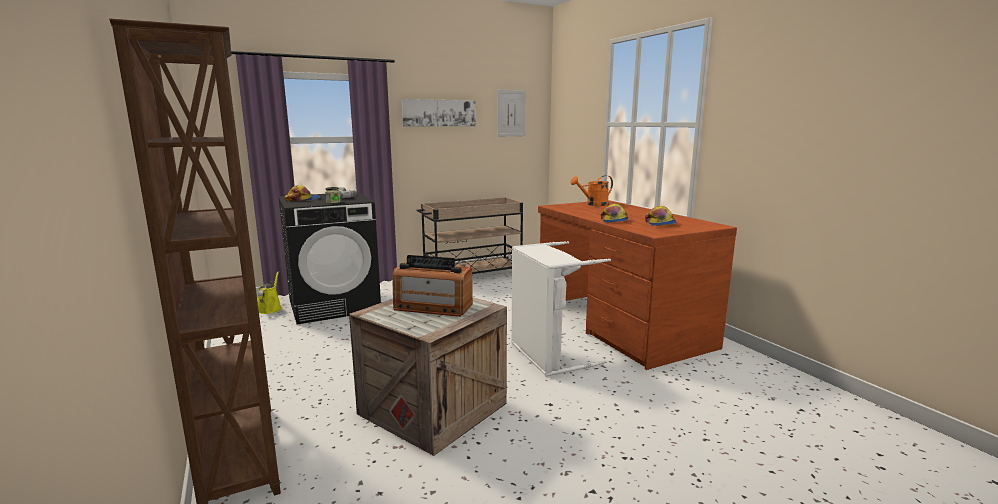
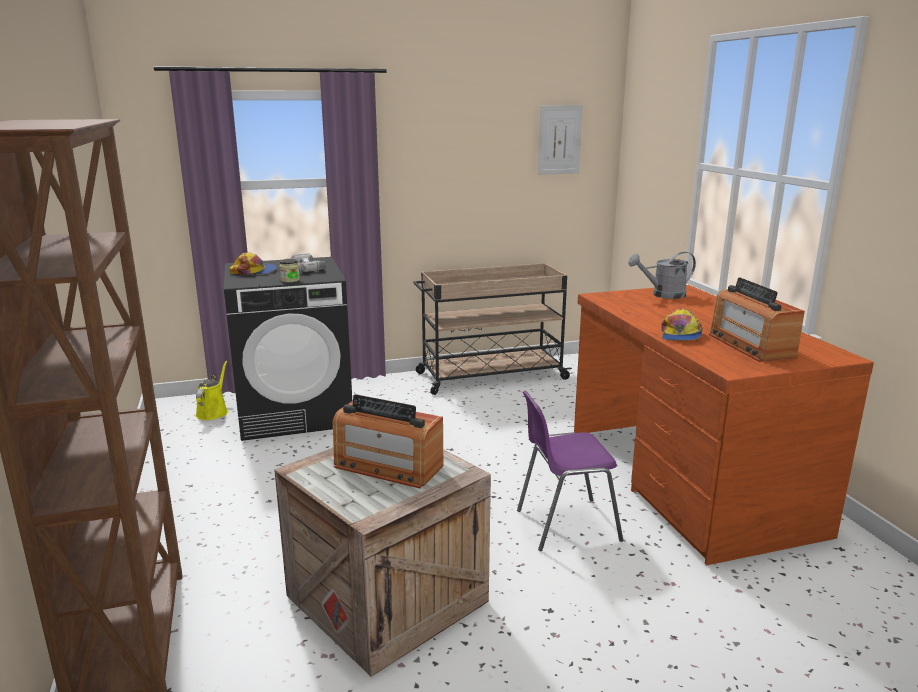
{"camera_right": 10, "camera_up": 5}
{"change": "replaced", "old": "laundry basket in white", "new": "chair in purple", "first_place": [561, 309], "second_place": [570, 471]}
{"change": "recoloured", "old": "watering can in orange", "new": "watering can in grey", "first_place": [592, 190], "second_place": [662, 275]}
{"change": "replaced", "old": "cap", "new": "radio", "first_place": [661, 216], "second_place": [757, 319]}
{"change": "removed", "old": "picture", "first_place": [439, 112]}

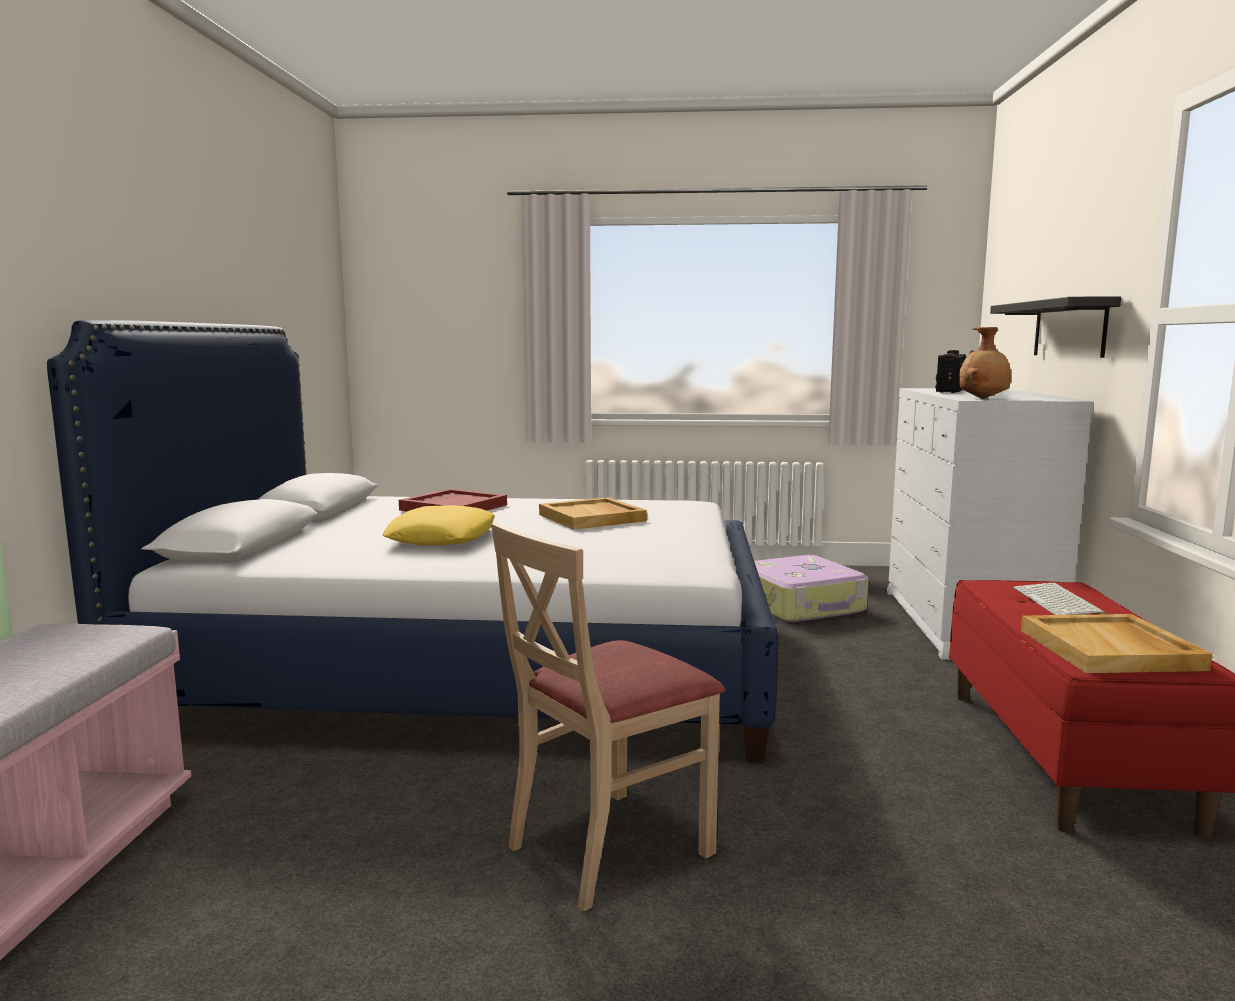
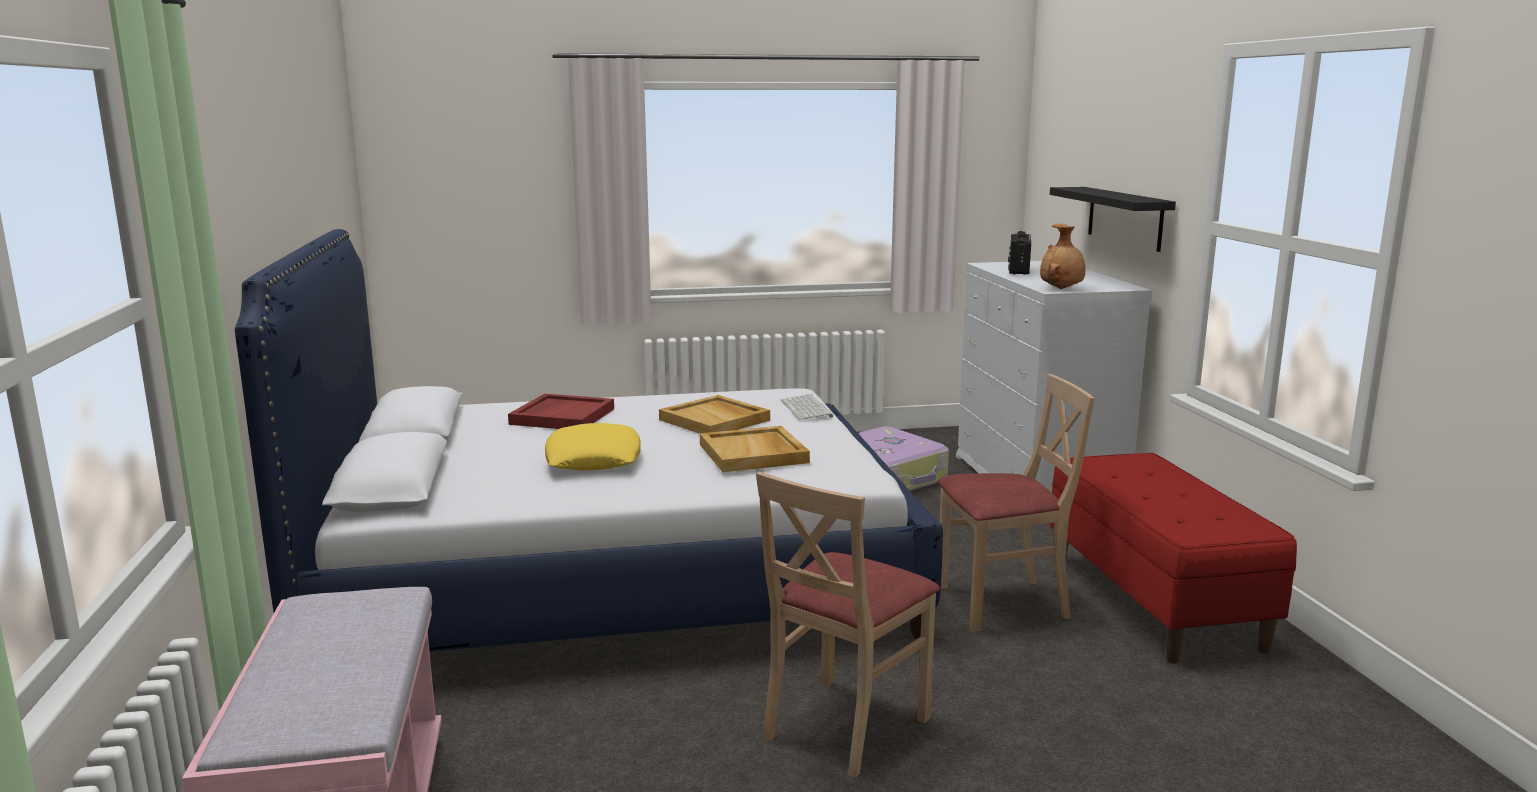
{"camera_right": -15, "camera_up": 5}
{"change": "moved", "old": "tray in beige", "first_place": [1117, 643], "second_place": [755, 449]}
{"change": "moved", "old": "keyboard", "first_place": [1060, 599], "second_place": [807, 407]}
{"change": "added", "new": "chair in beige", "second_place": [1016, 503]}

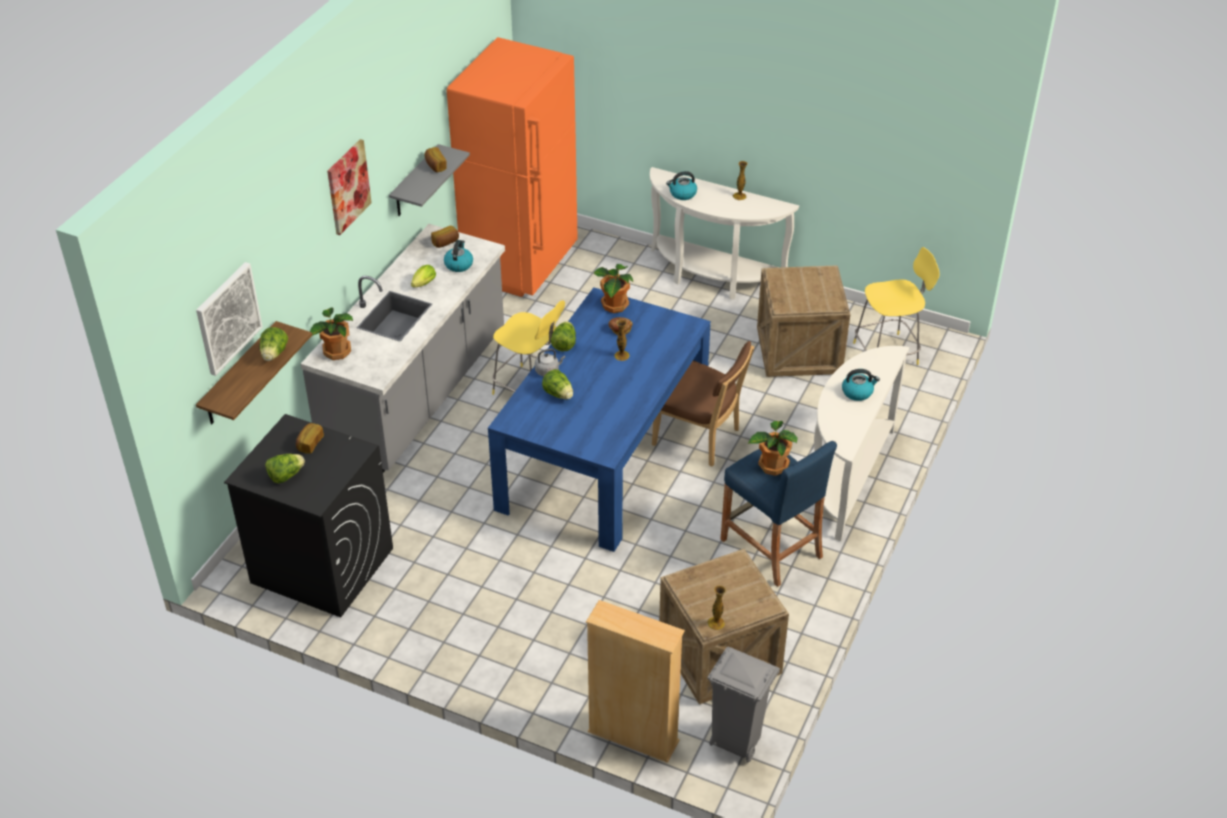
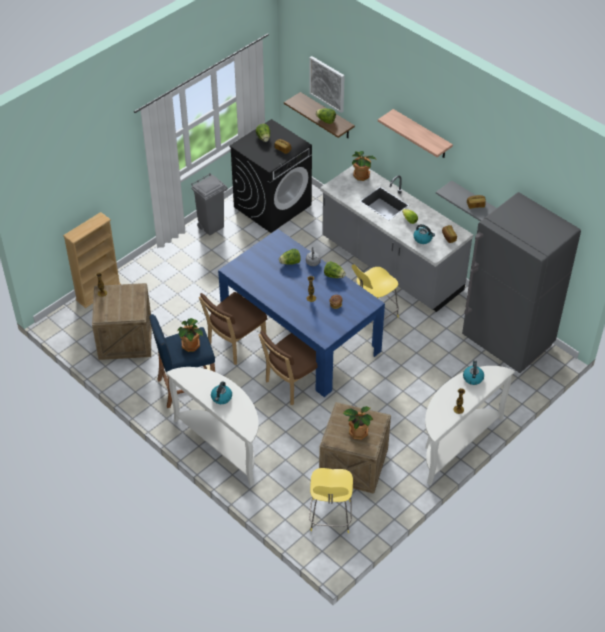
{"camera_right": 110, "camera_up": 5}
{"change": "moved", "old": "trash can in grey", "first_place": [744, 704], "second_place": [209, 204]}
{"change": "added", "new": "chair in brown", "second_place": [233, 328]}
{"change": "moved", "old": "potted plant", "first_place": [613, 288], "second_place": [358, 423]}
{"change": "replaced", "old": "picture", "new": "shelf", "first_place": [349, 187], "second_place": [415, 133]}
{"change": "recoloured", "old": "fridge in orange", "new": "fridge in grey", "first_place": [512, 167], "second_place": [521, 282]}

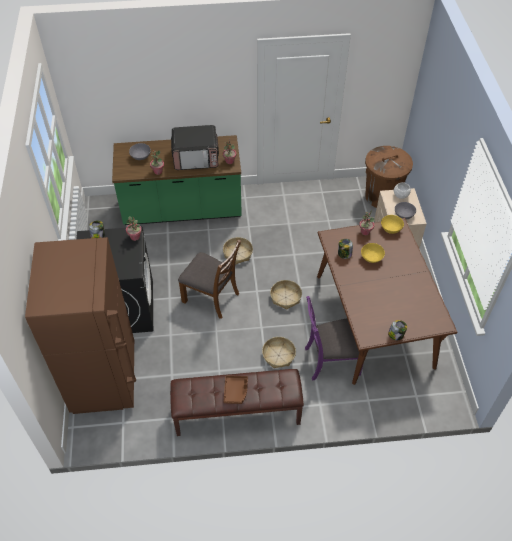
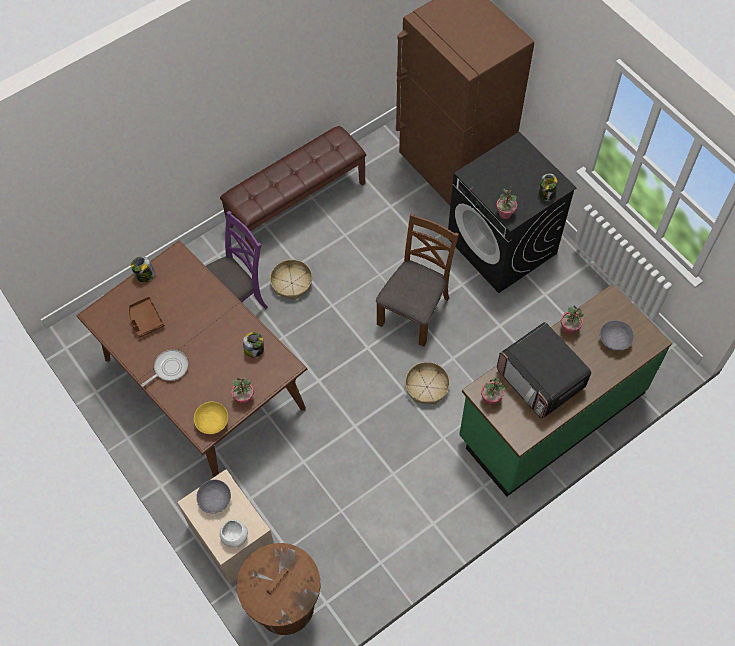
{"camera_right": 150, "camera_up": 10}
{"change": "moved", "old": "tray in brown", "first_place": [236, 390], "second_place": [146, 317]}
{"change": "added", "new": "frying pan", "second_place": [164, 368]}
{"change": "turned", "old": "chair in brown", "first_place": [209, 279], "second_place": [417, 280], "degrees": 120}
{"change": "turned", "old": "microwave", "first_place": [195, 147], "second_place": [544, 370], "degrees": -90}
{"change": "removed", "old": "basket", "first_place": [286, 294]}
{"change": "removed", "old": "bowl in yellow", "first_place": [373, 253]}

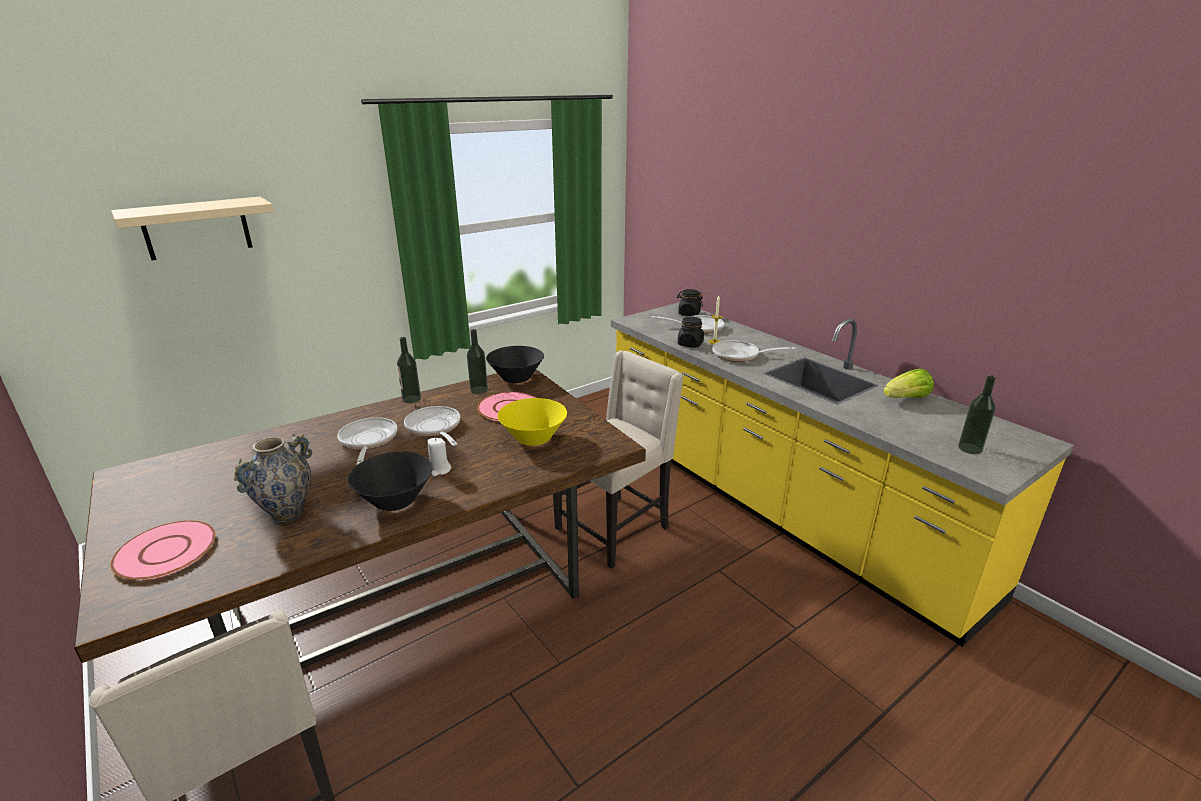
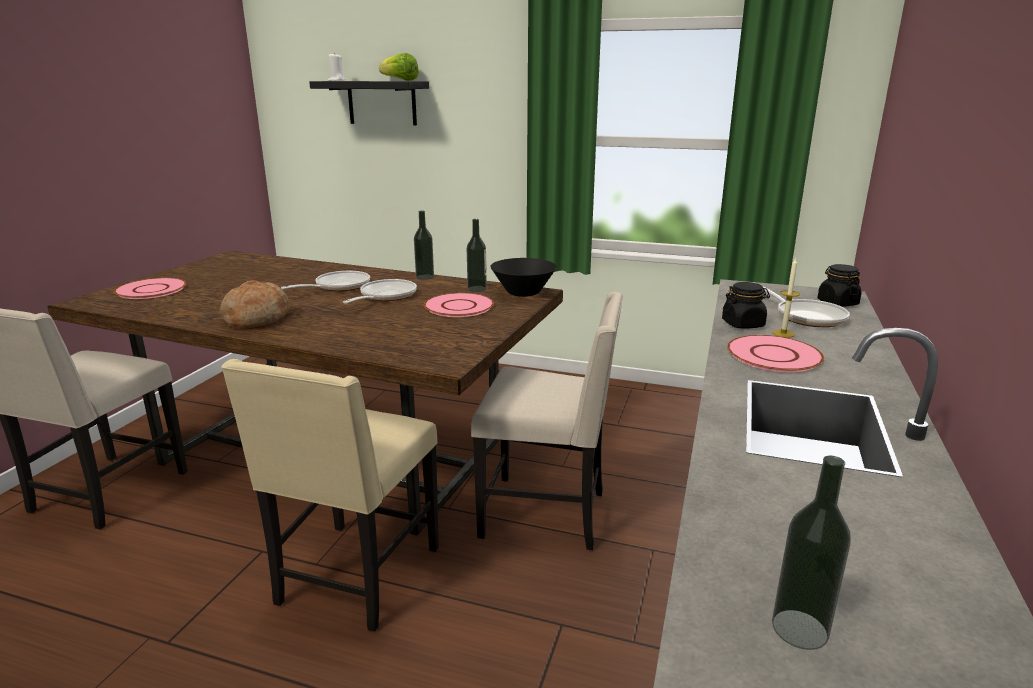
{"camera_right": 55, "camera_up": -5}
{"change": "replaced", "old": "bowl in black", "new": "bread", "first_place": [390, 481], "second_place": [255, 304]}
{"change": "added", "new": "chair in beige", "second_place": [330, 495]}
{"change": "recoloured", "old": "shelf in beige", "new": "shelf in black", "first_place": [192, 228], "second_place": [369, 103]}
{"change": "moved", "old": "candle in white", "first_place": [439, 457], "second_place": [336, 66]}
{"change": "moved", "old": "lettuce", "first_place": [908, 383], "second_place": [399, 67]}
{"change": "replaced", "old": "frying pan", "new": "plate in pink", "first_place": [753, 351], "second_place": [775, 353]}
{"change": "removed", "old": "vase", "first_place": [273, 478]}
{"change": "removed", "old": "bowl in yellow", "first_place": [532, 422]}

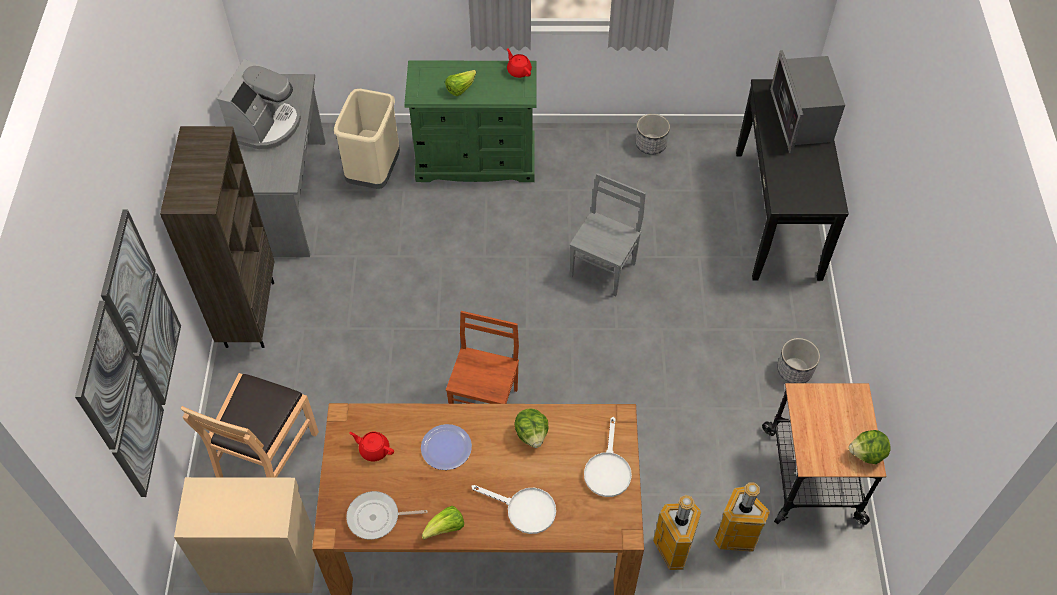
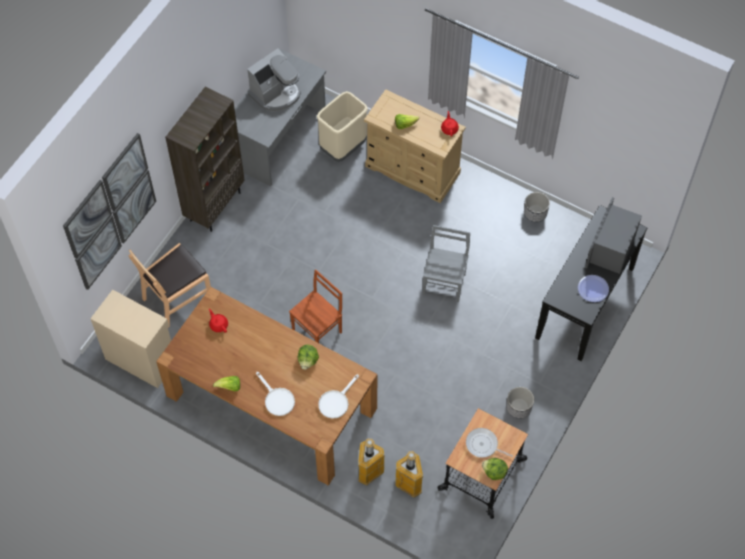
{"camera_right": 30, "camera_up": 5}
{"change": "recoloured", "old": "dresser in green", "new": "dresser in beige", "first_place": [470, 121], "second_place": [415, 146]}
{"change": "turned", "old": "chair in grey", "first_place": [607, 235], "second_place": [446, 263], "degrees": -45}
{"change": "moved", "old": "frying pan", "first_place": [386, 515], "second_place": [489, 443]}
{"change": "moved", "old": "plate", "first_place": [446, 447], "second_place": [593, 288]}

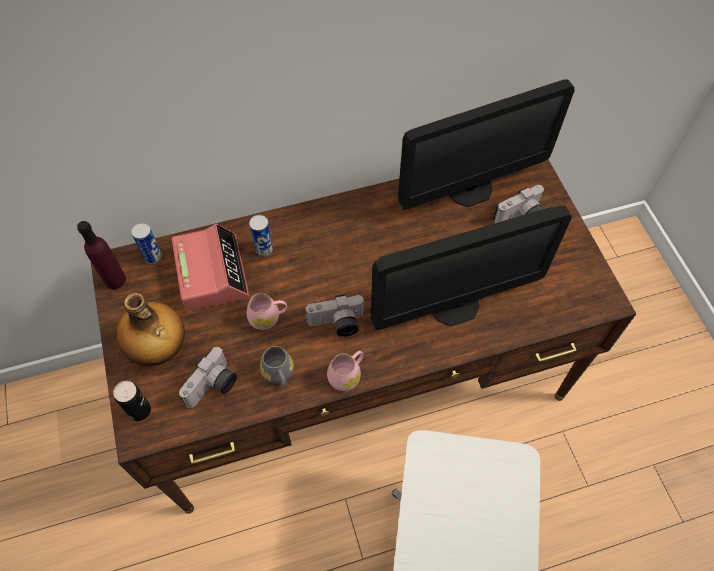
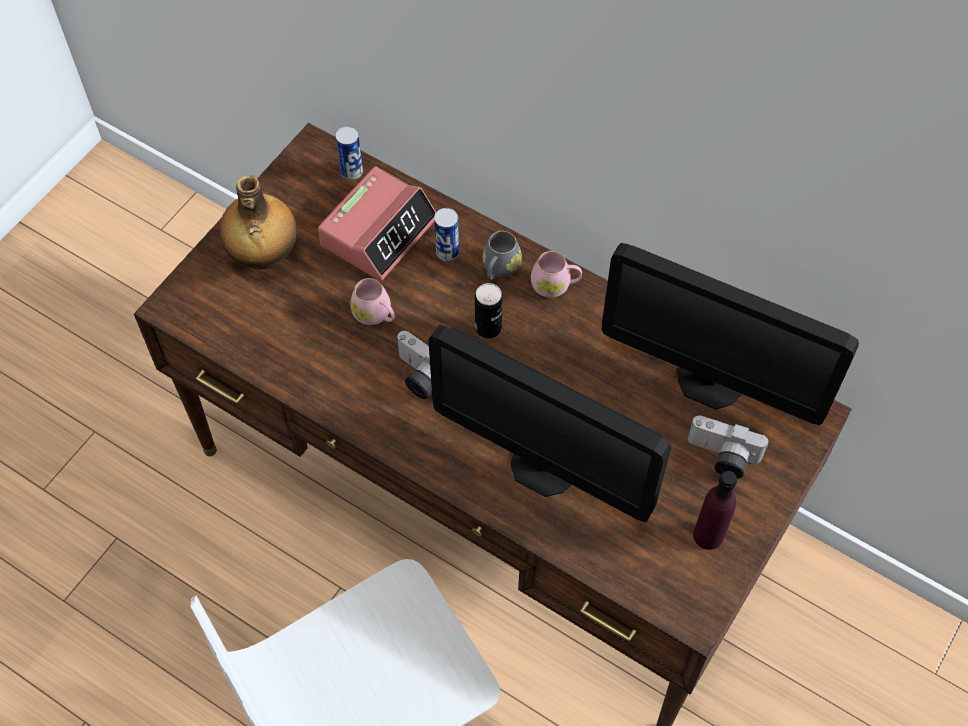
{"camera_right": 50, "camera_up": 0}
{"change": "moved", "old": "can", "first_place": [132, 401], "second_place": [489, 310]}
{"change": "moved", "old": "mug in grey", "first_place": [277, 367], "second_place": [502, 255]}
{"change": "moved", "old": "mug in pink", "first_place": [345, 371], "second_place": [556, 274]}
{"change": "moved", "old": "bottle in purple", "first_place": [101, 255], "second_place": [715, 510]}
{"change": "removed", "old": "photo camera", "first_place": [207, 377]}

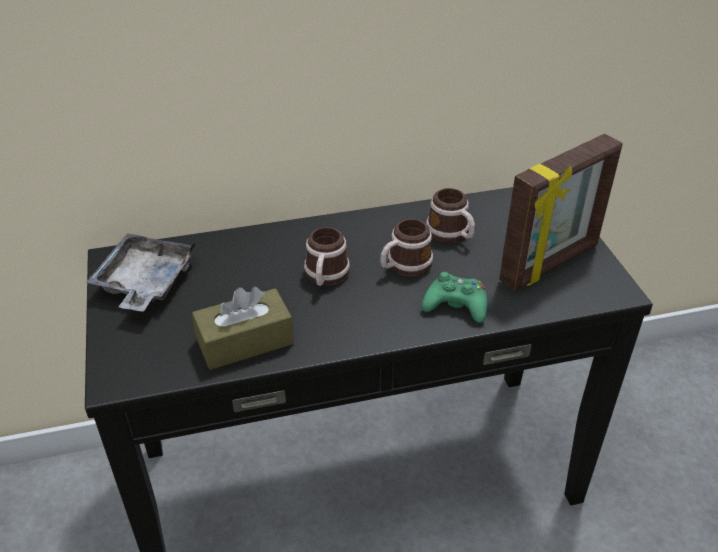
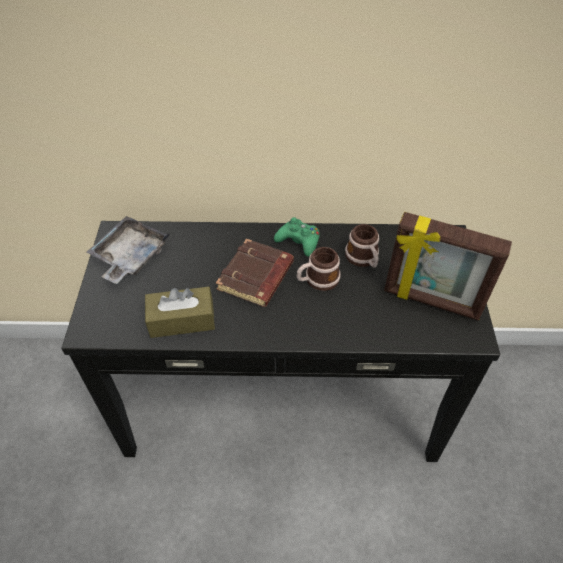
{"camera_right": 15, "camera_up": 10}
{"change": "replaced", "old": "mug", "new": "book in brown", "first_place": [327, 256], "second_place": [255, 273]}
{"change": "moved", "old": "game controller in green", "first_place": [454, 297], "second_place": [297, 237]}
{"change": "turned", "old": "picture frame", "first_place": [561, 212], "second_place": [448, 266], "degrees": 45}

